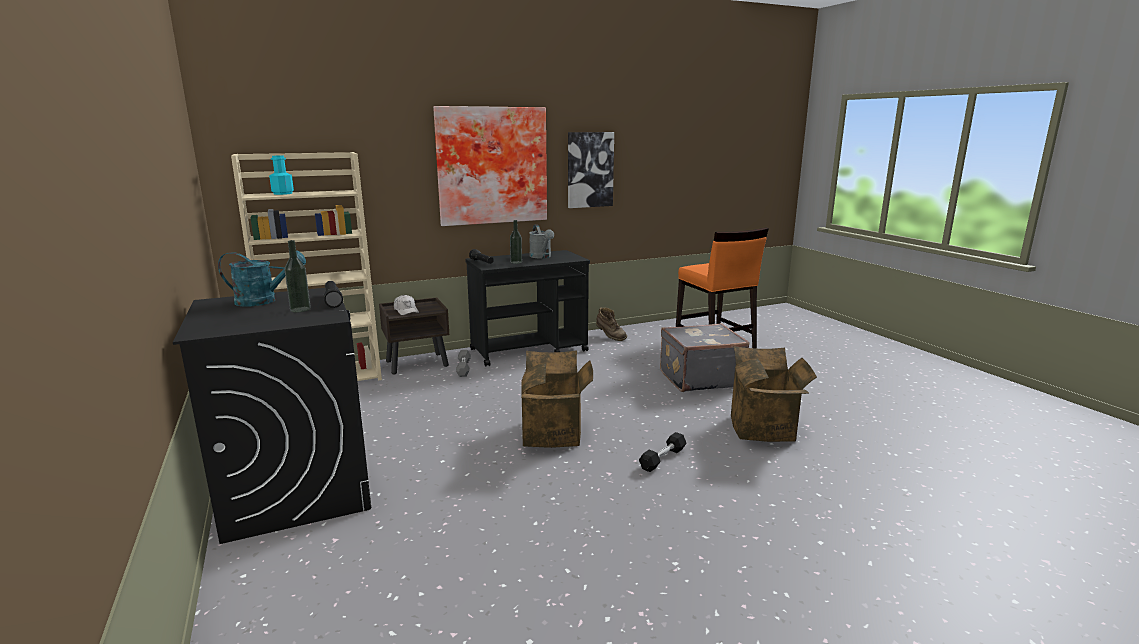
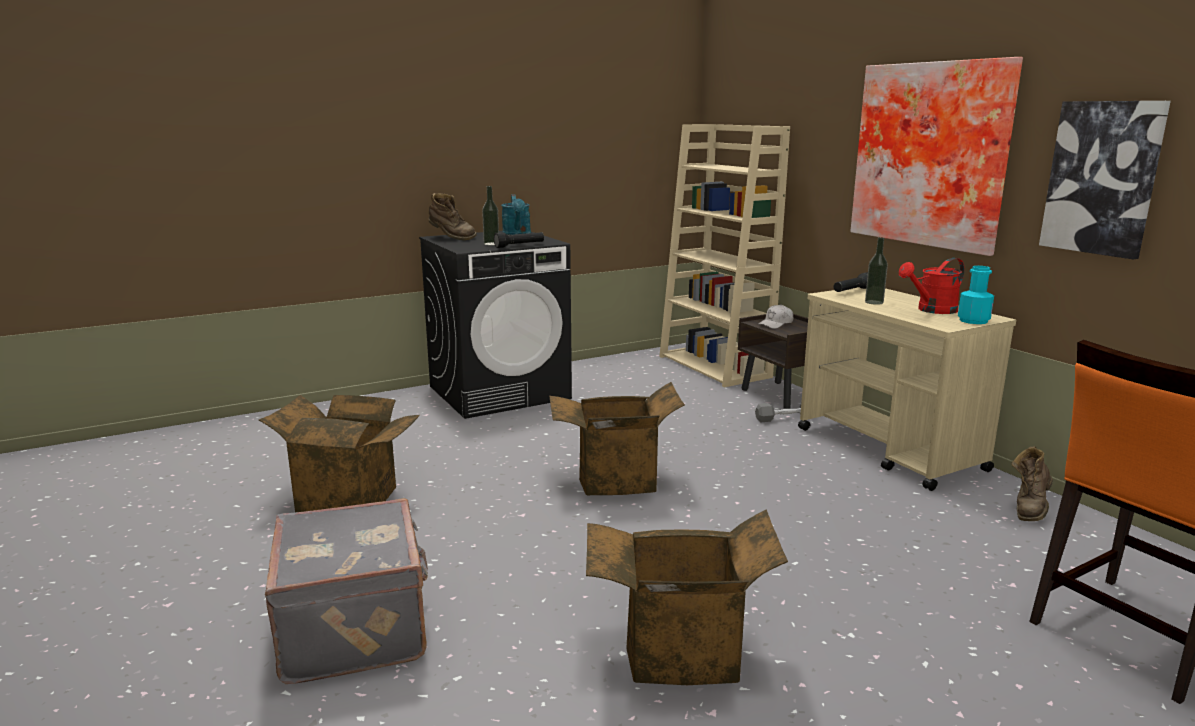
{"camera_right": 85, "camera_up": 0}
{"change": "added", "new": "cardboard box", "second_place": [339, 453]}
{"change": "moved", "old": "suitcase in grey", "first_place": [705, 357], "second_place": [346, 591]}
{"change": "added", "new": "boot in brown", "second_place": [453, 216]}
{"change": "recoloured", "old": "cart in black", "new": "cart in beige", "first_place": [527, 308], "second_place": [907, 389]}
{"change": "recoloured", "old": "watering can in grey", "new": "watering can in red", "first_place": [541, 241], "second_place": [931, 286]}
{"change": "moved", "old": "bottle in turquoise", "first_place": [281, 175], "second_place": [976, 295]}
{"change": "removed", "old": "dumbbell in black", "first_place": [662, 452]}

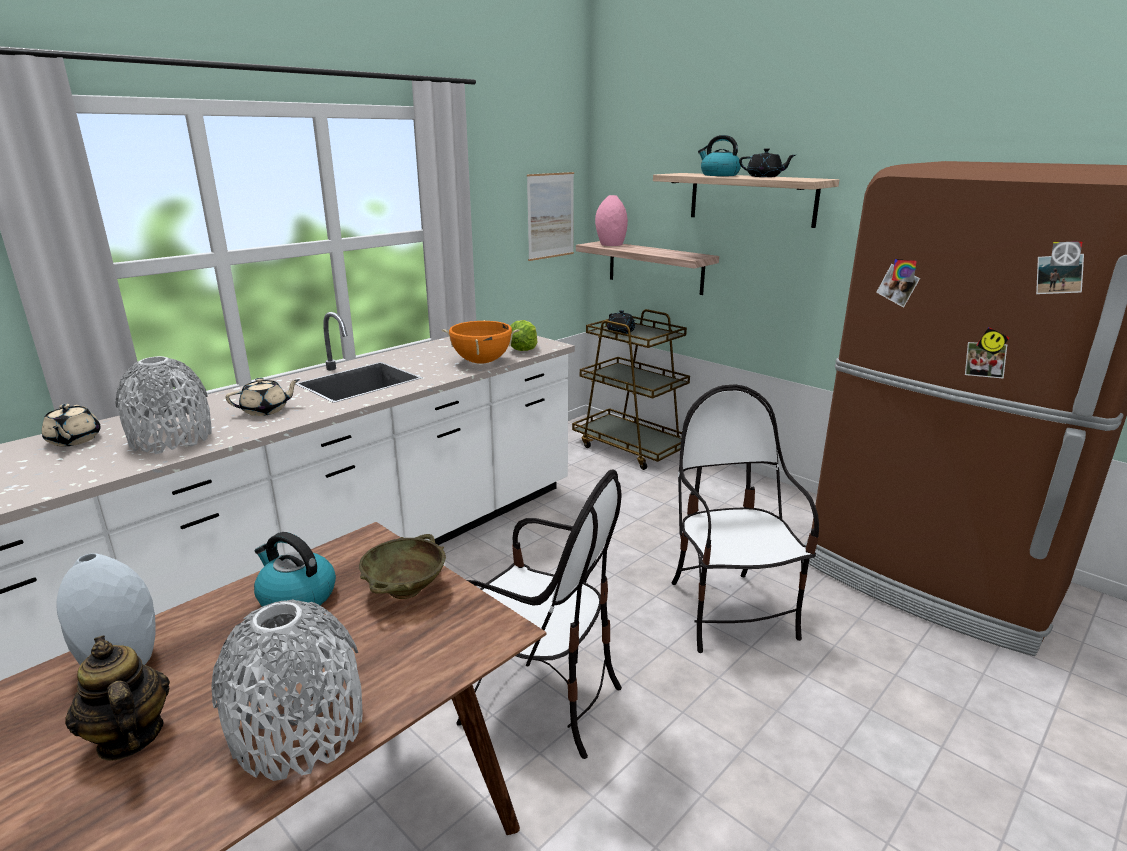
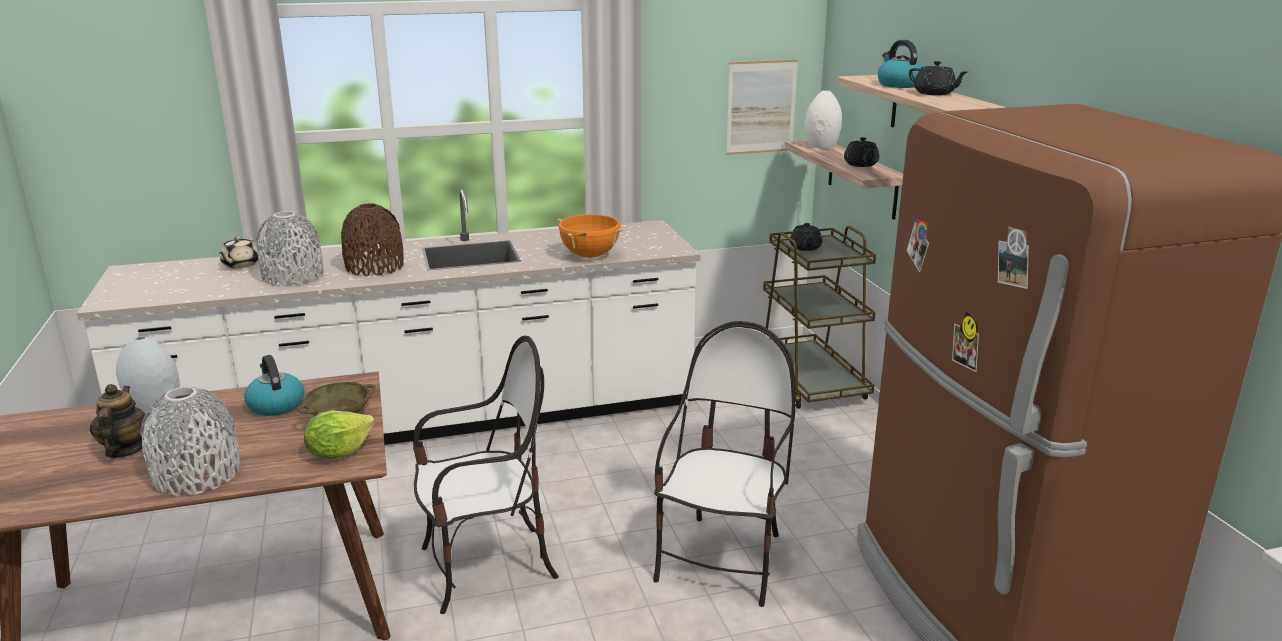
{"camera_right": 30, "camera_up": 0}
{"change": "moved", "old": "lettuce", "first_place": [524, 335], "second_place": [339, 434]}
{"change": "replaced", "old": "teapot in beige", "new": "vase in brown", "first_place": [262, 397], "second_place": [372, 239]}
{"change": "turned", "old": "chair", "first_place": [539, 614], "second_place": [486, 475], "degrees": -75}
{"change": "recoloured", "old": "vase in pink", "new": "vase in white", "first_place": [611, 220], "second_place": [823, 119]}
{"change": "added", "new": "teapot in black", "second_place": [861, 152]}

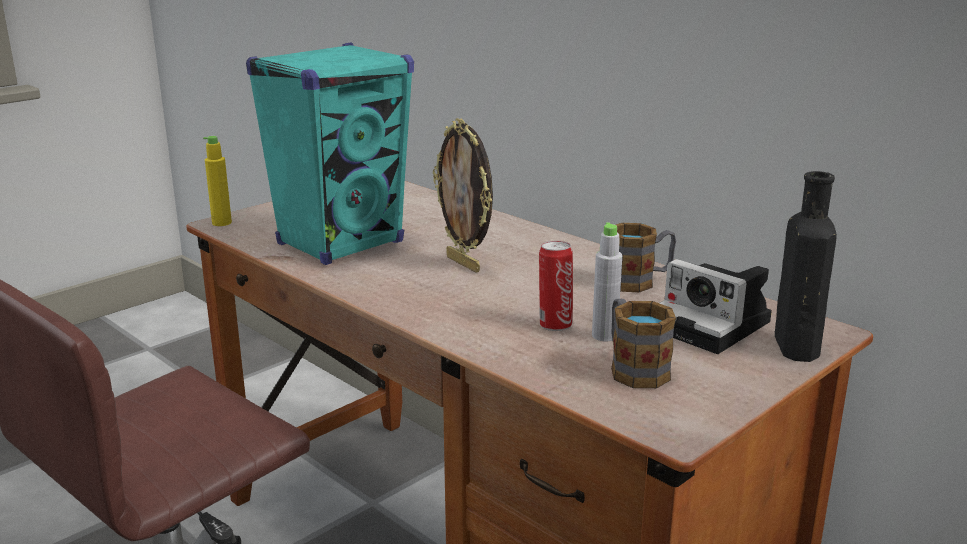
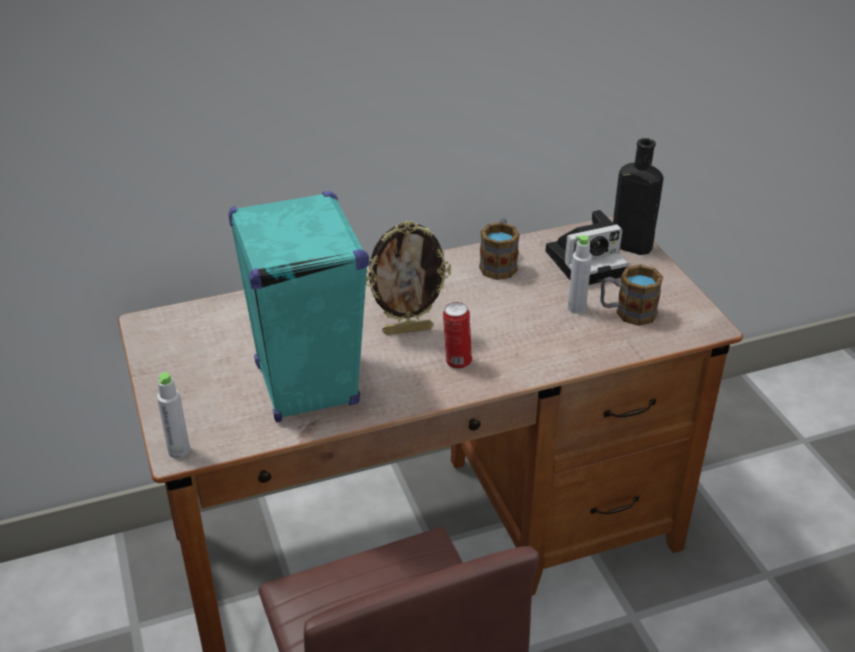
{"camera_right": -65, "camera_up": 15}
{"change": "recoloured", "old": "bottle in yellow", "new": "bottle in grey", "first_place": [217, 181], "second_place": [173, 415]}
{"change": "moved", "old": "can", "first_place": [556, 286], "second_place": [457, 335]}

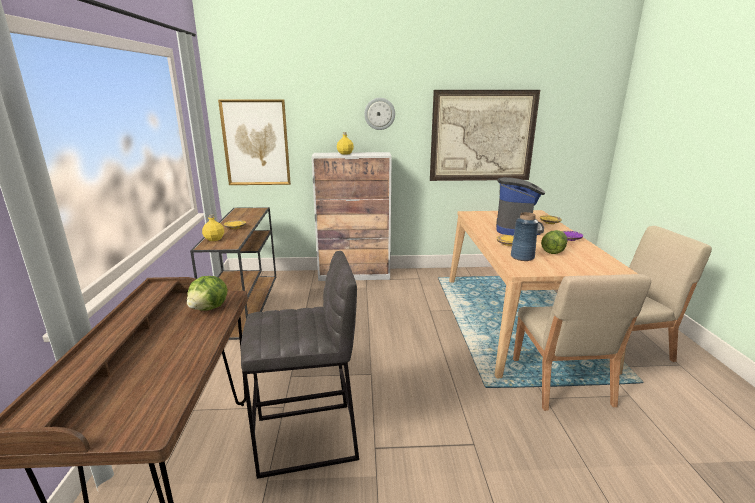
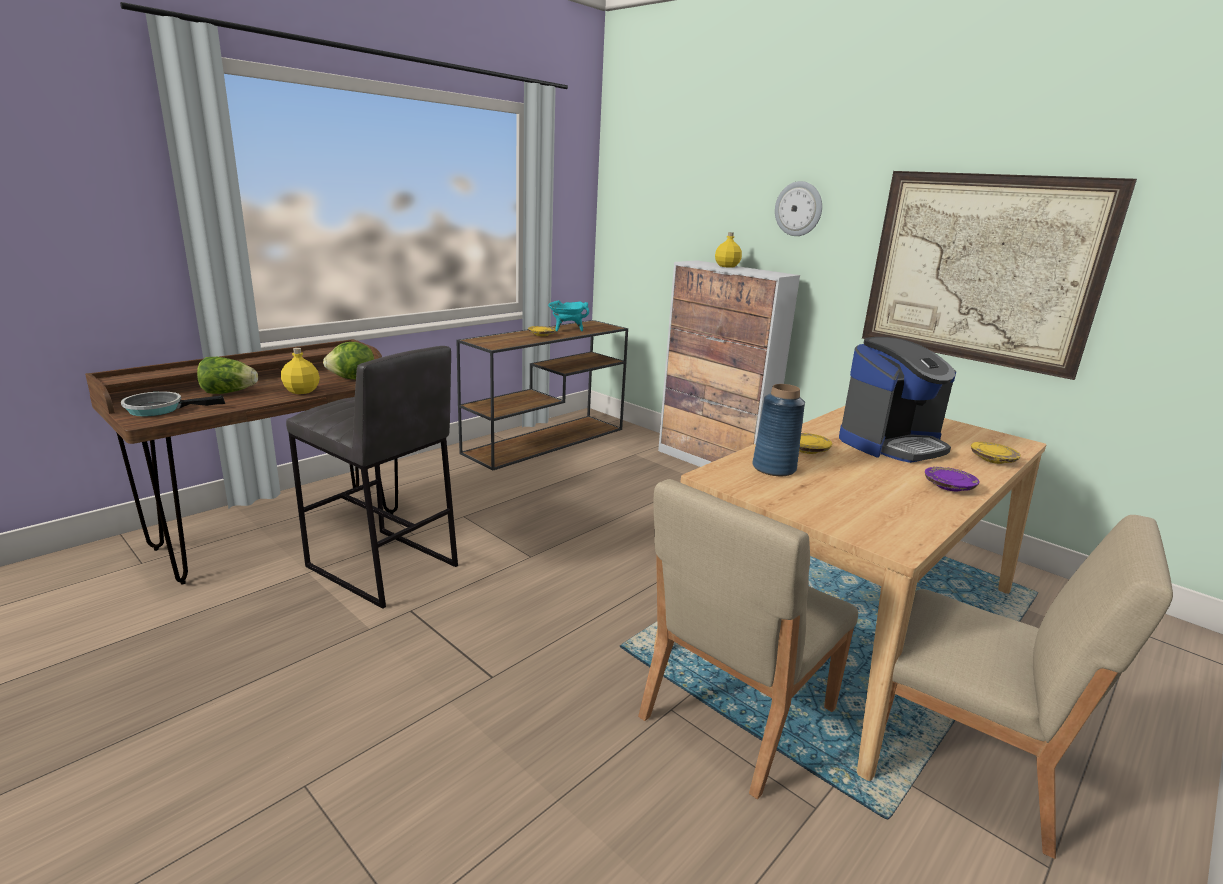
{"camera_right": 45, "camera_up": 0}
{"change": "added", "new": "frying pan", "second_place": [173, 404]}
{"change": "moved", "old": "lettuce", "first_place": [554, 242], "second_place": [227, 375]}
{"change": "moved", "old": "bottle in yellow", "first_place": [213, 227], "second_place": [300, 371]}
{"change": "added", "new": "cooking pot in turquoise", "second_place": [568, 315]}
{"change": "removed", "old": "picture", "first_place": [254, 142]}

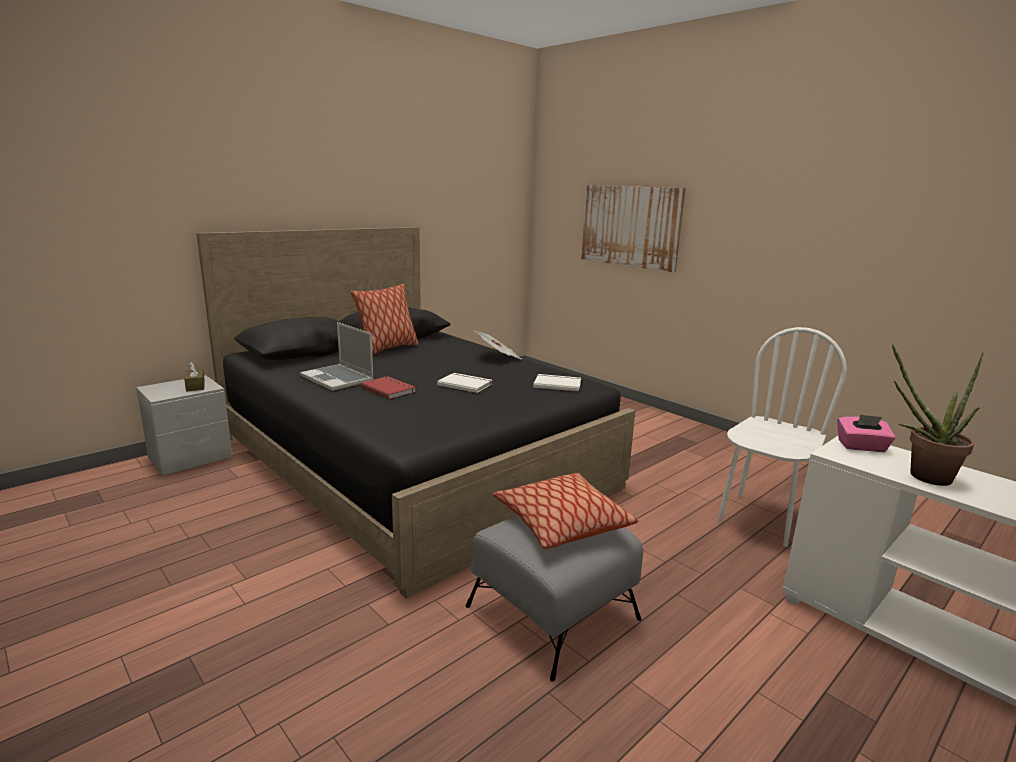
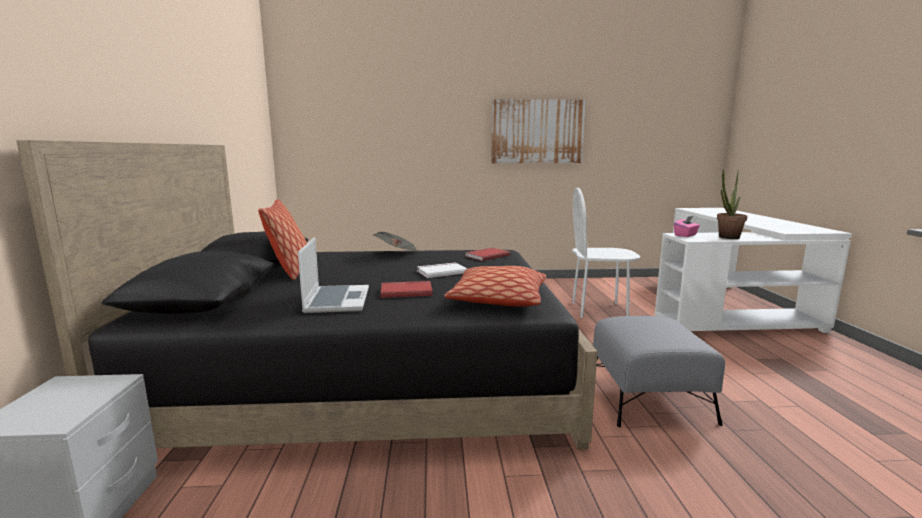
{"camera_right": -50, "camera_up": -5}
{"change": "turned", "old": "laptop", "first_place": [337, 356], "second_place": [333, 275], "degrees": -90}
{"change": "moved", "old": "pillow", "first_place": [565, 511], "second_place": [495, 286]}
{"change": "recoloured", "old": "book in white", "new": "book in red", "first_place": [557, 383], "second_place": [487, 254]}
{"change": "moved", "old": "picture", "first_place": [633, 228], "second_place": [538, 131]}
{"change": "turned", "old": "chair in white", "first_place": [782, 437], "second_place": [606, 253], "degrees": -75}
{"change": "removed", "old": "tissue box in brown", "first_place": [194, 377]}

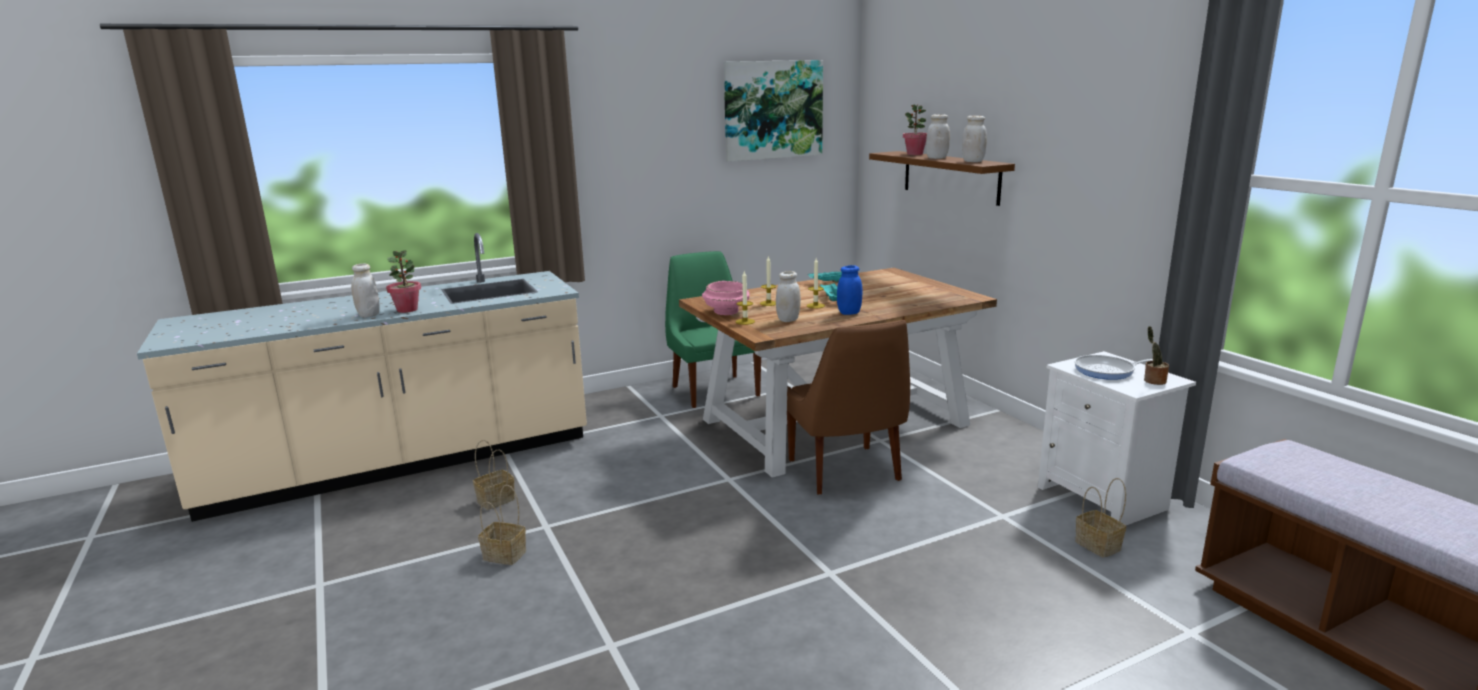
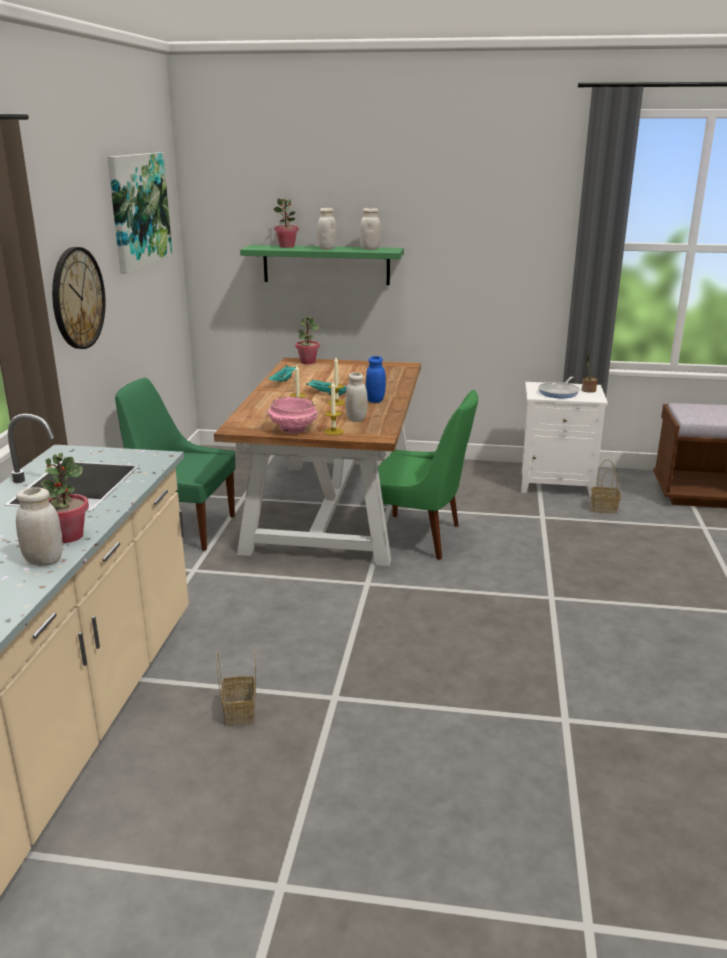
{"camera_right": -55, "camera_up": 5}
{"change": "added", "new": "wall clock", "second_place": [78, 298]}
{"change": "recoloured", "old": "shelf in brown", "new": "shelf in green", "first_place": [942, 178], "second_place": [322, 265]}
{"change": "added", "new": "potted plant", "second_place": [307, 340]}
{"change": "recoloured", "old": "chair in brown", "new": "chair in green", "first_place": [848, 407], "second_place": [424, 474]}
{"change": "removed", "old": "basket", "first_place": [502, 525]}

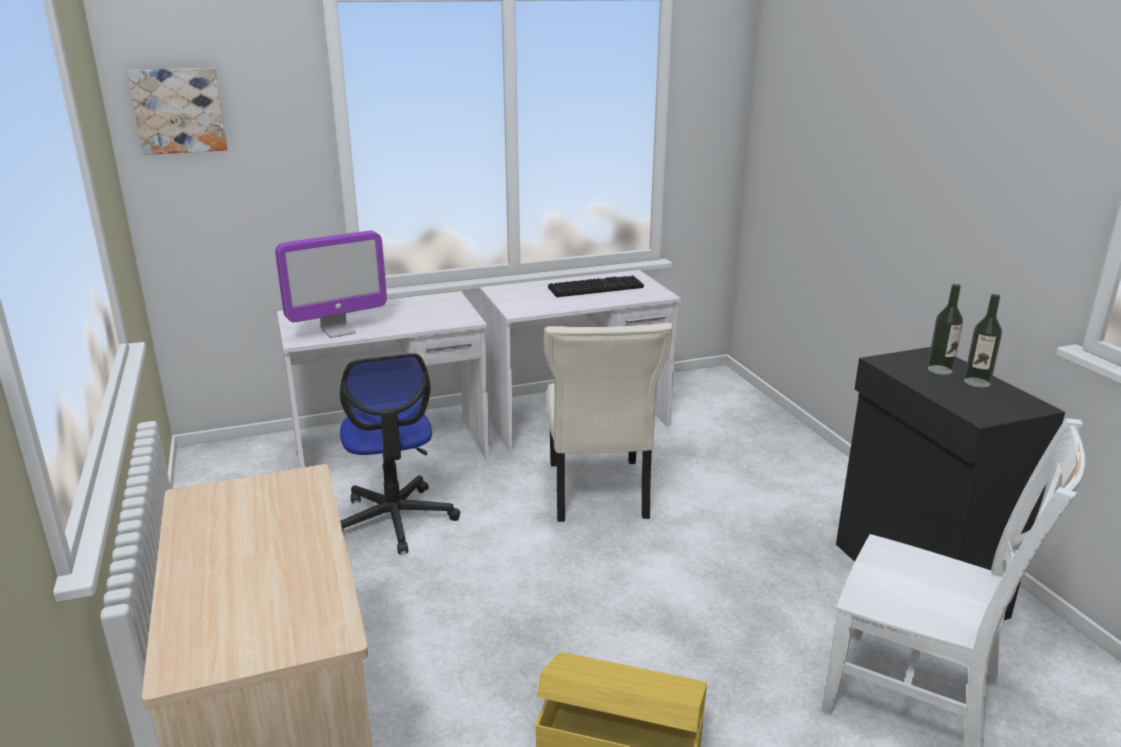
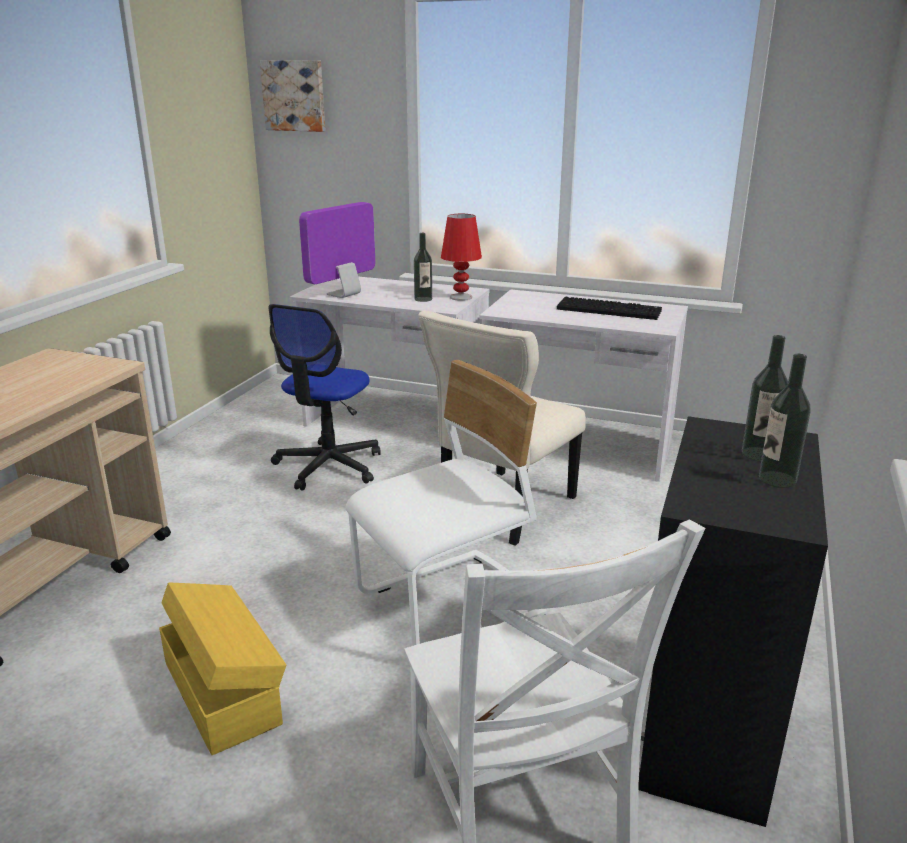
{"camera_right": 40, "camera_up": 0}
{"change": "turned", "old": "monitor", "first_place": [331, 284], "second_place": [337, 250], "degrees": 120}
{"change": "added", "new": "chair in white", "second_place": [446, 503]}
{"change": "added", "new": "bottle", "second_place": [423, 267]}
{"change": "added", "new": "table lamp in red", "second_place": [461, 257]}

